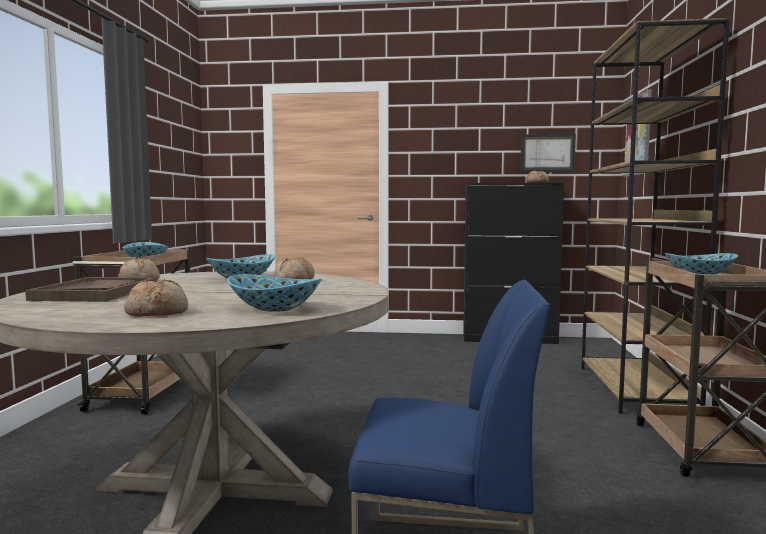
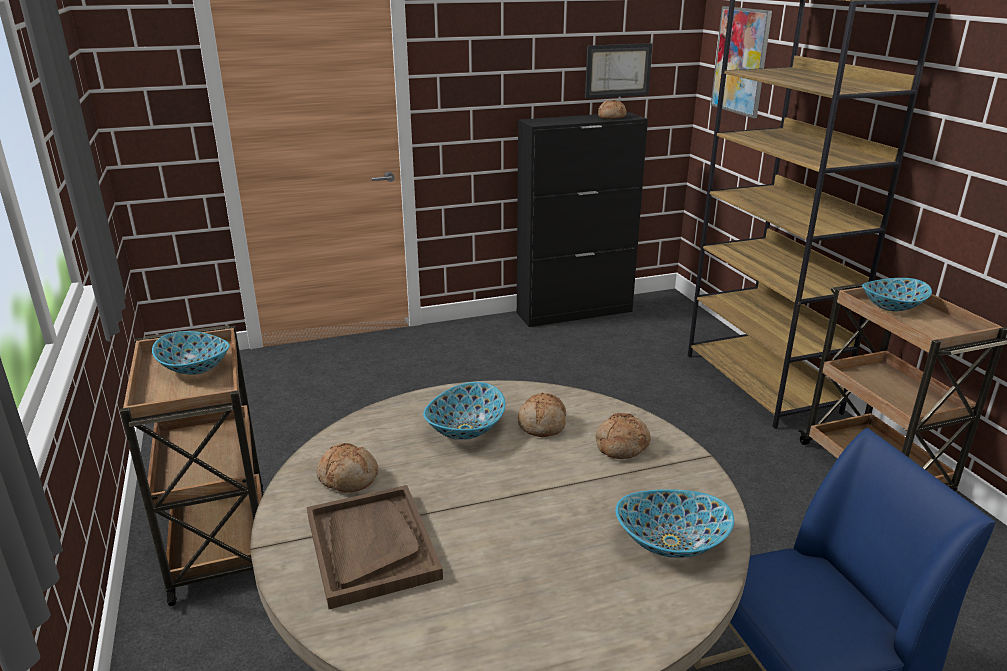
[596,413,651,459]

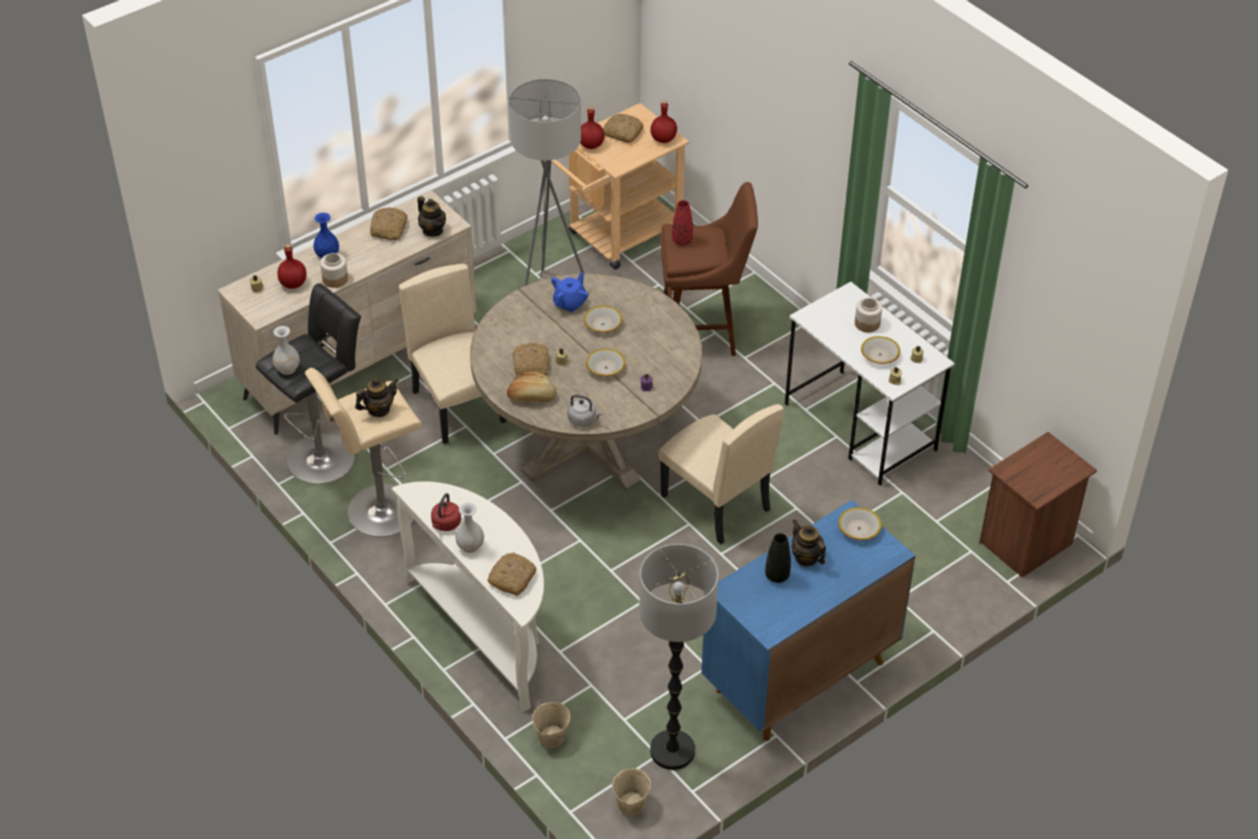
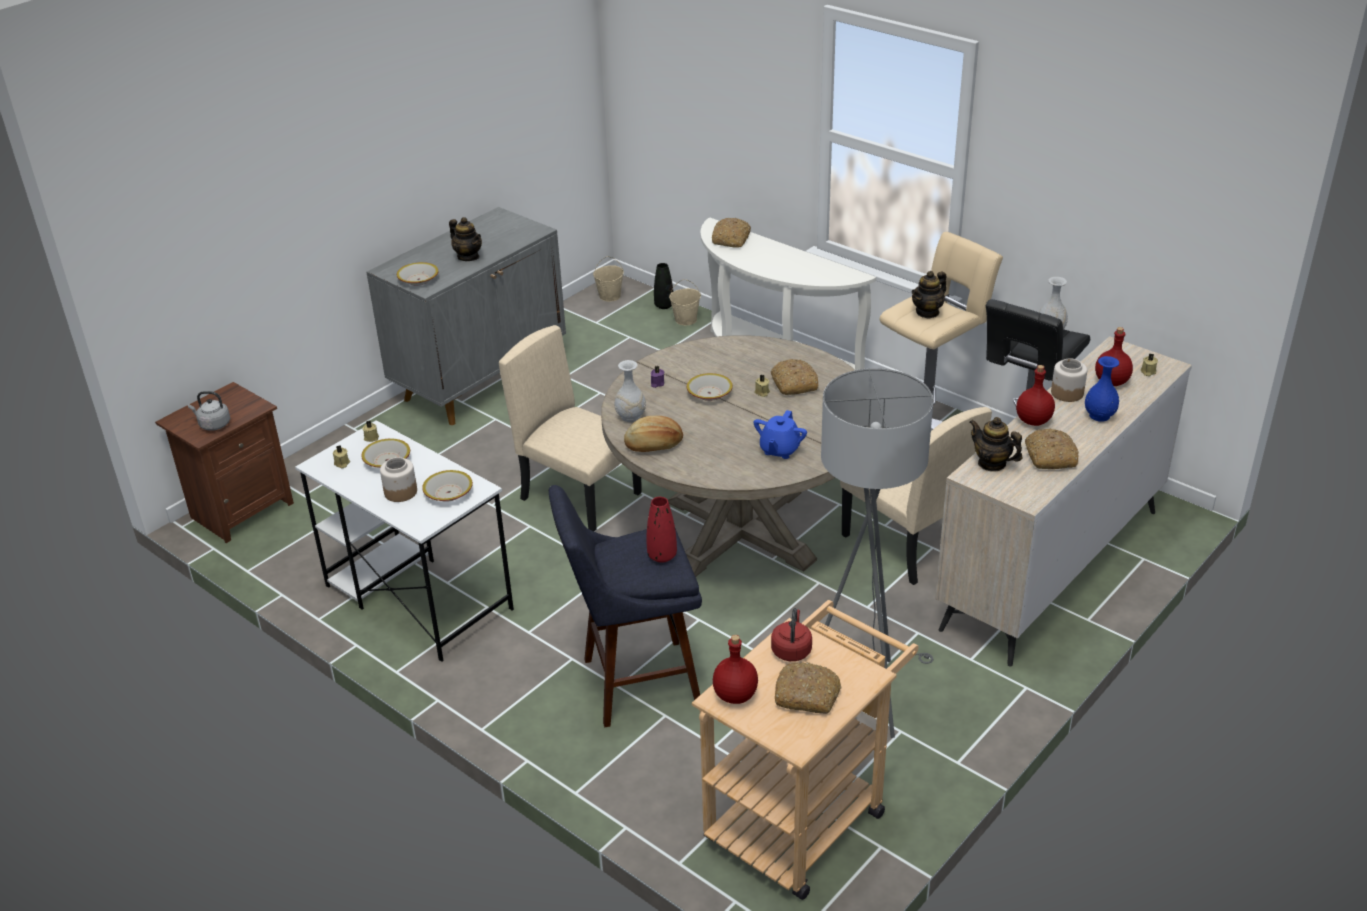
[639,544,718,770] (first image)
[771,608,812,661]
[614,360,646,422]
[624,416,683,452]
[188,391,230,431]
[1016,365,1055,426]
[422,470,473,502]
[654,263,673,309]
[549,485,702,728]
[366,207,566,425]

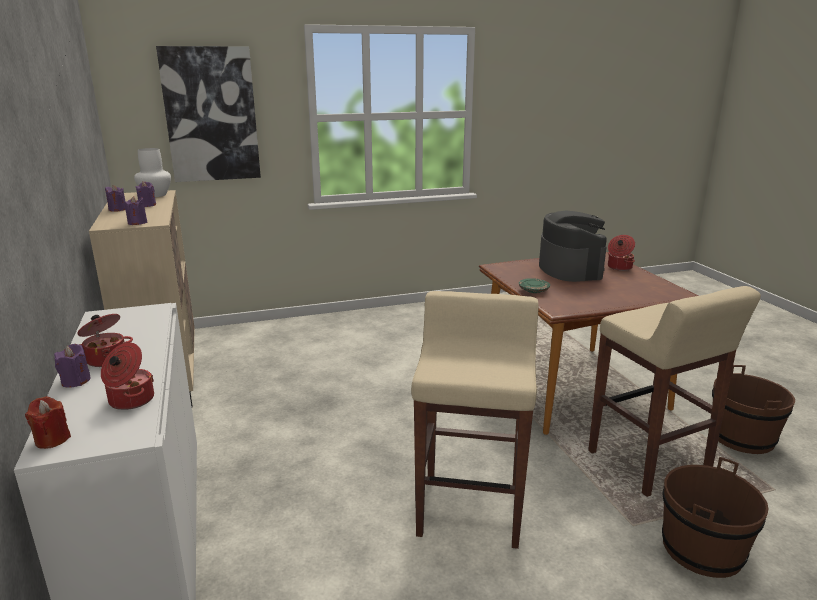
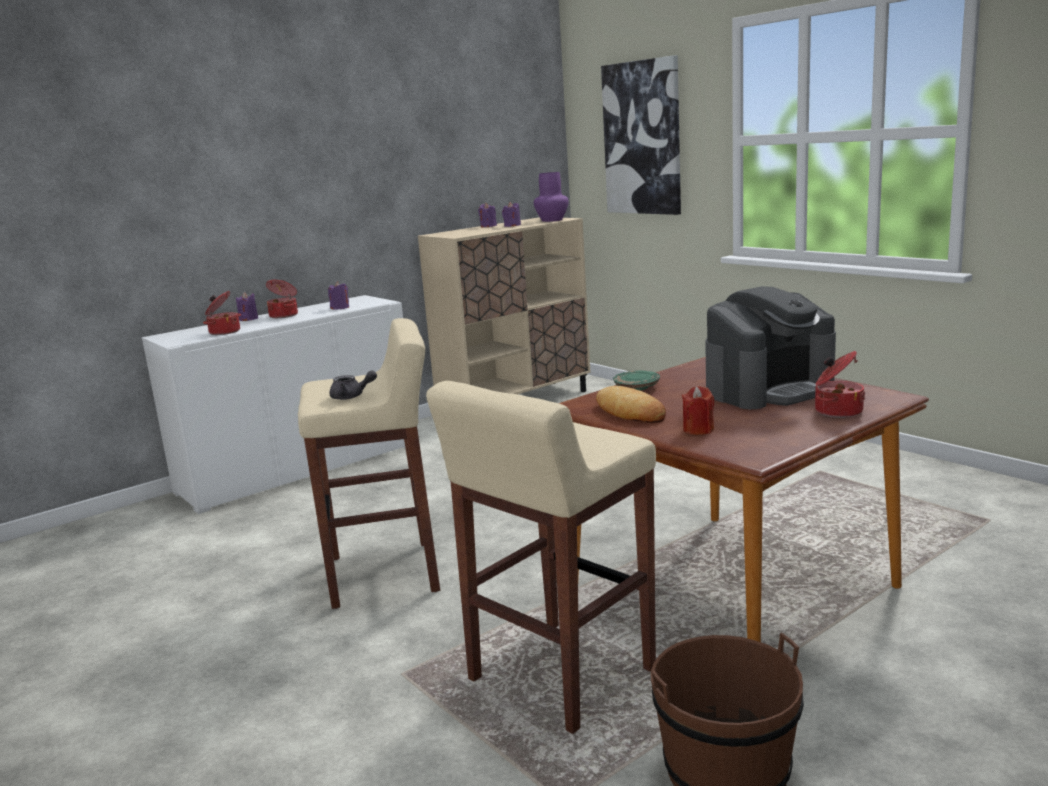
[662,457,768,578] (first image)
[329,370,377,400]
[596,386,666,423]
[682,386,714,435]
[328,282,349,309]
[534,172,569,222]

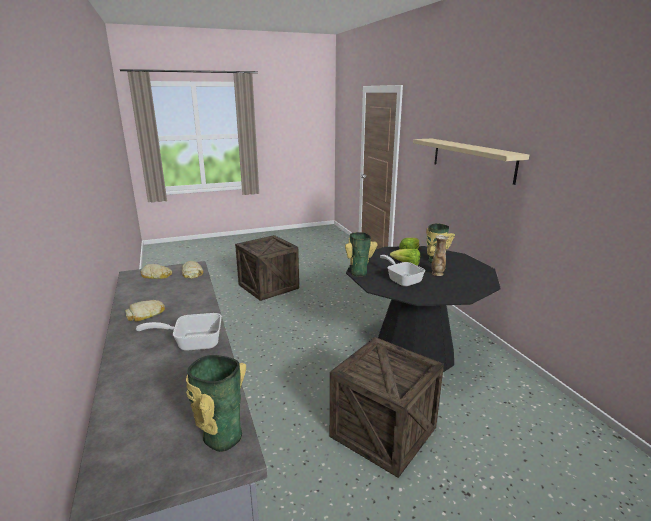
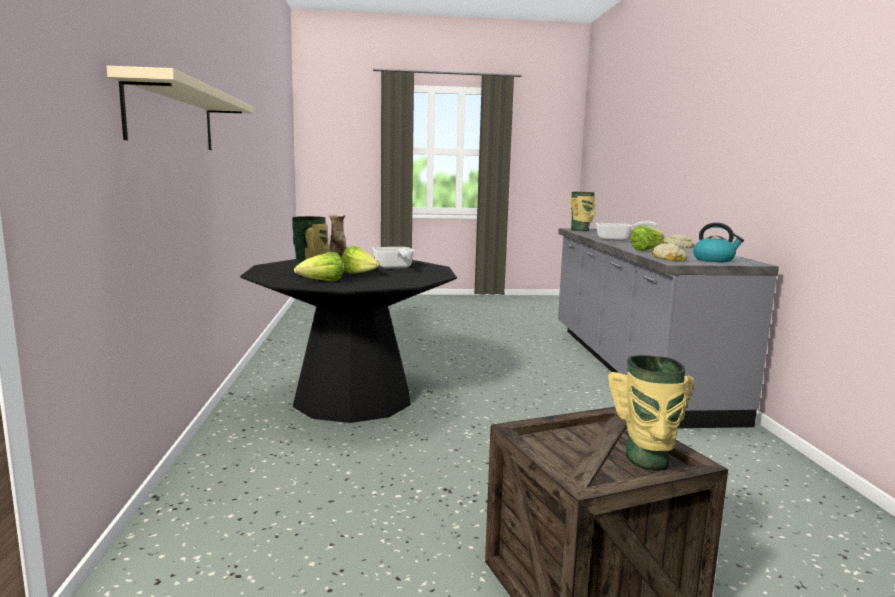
[330,337,444,478] (first image)
[630,225,664,251]
[608,355,694,471]
[693,222,744,262]

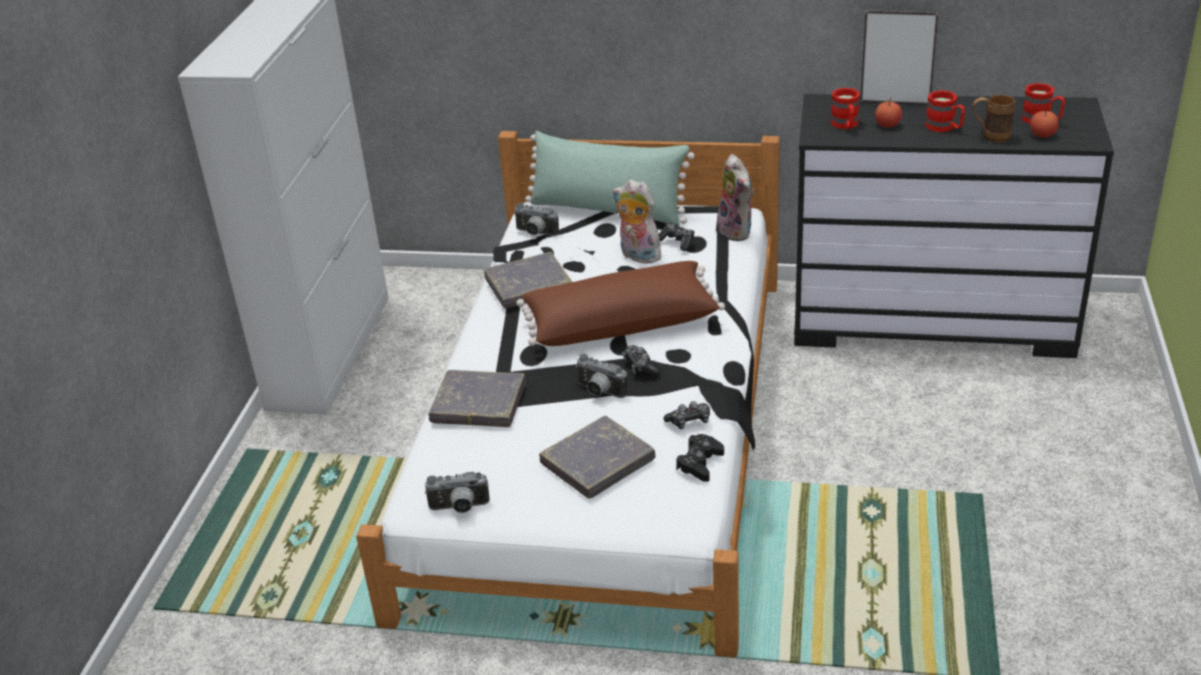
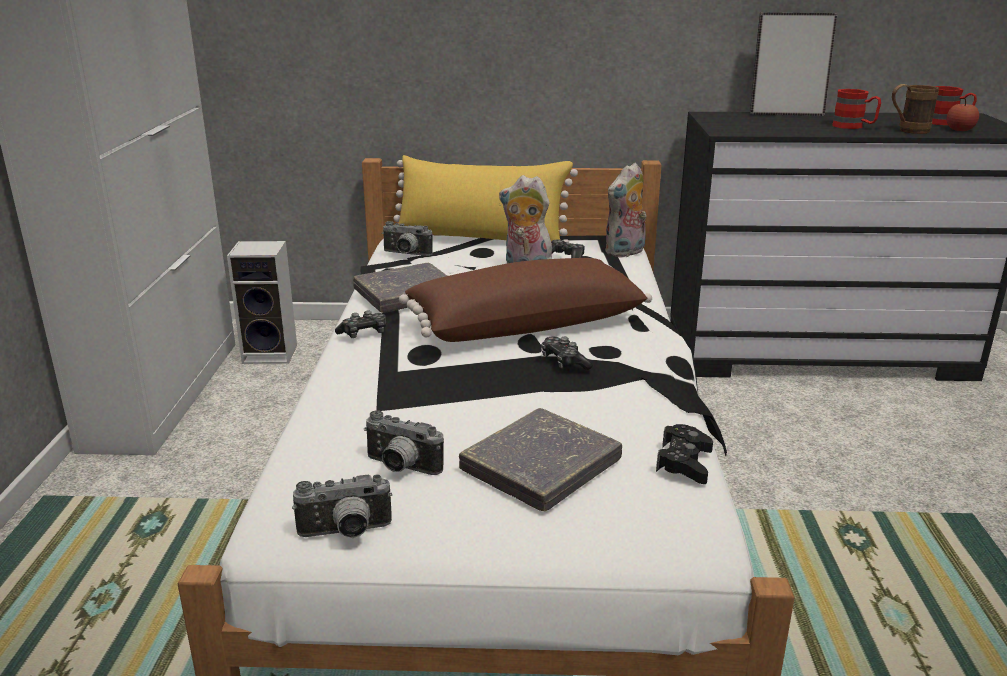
[428,370,526,427] (first image)
[831,88,860,129] (first image)
[875,97,902,128] (first image)
[227,241,297,364]
[364,410,444,475]
[335,310,386,338]
[393,155,578,243]
[606,163,647,258]

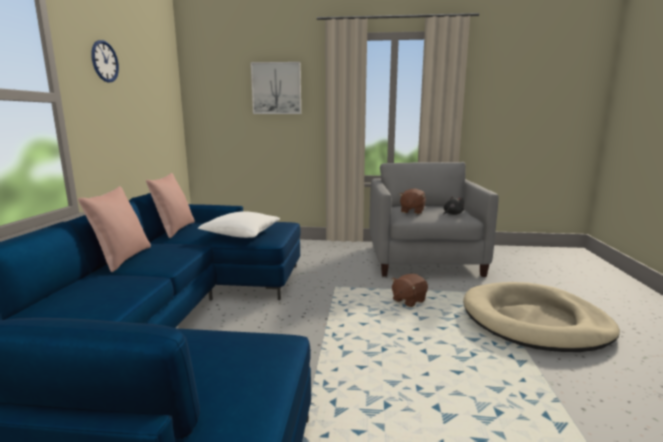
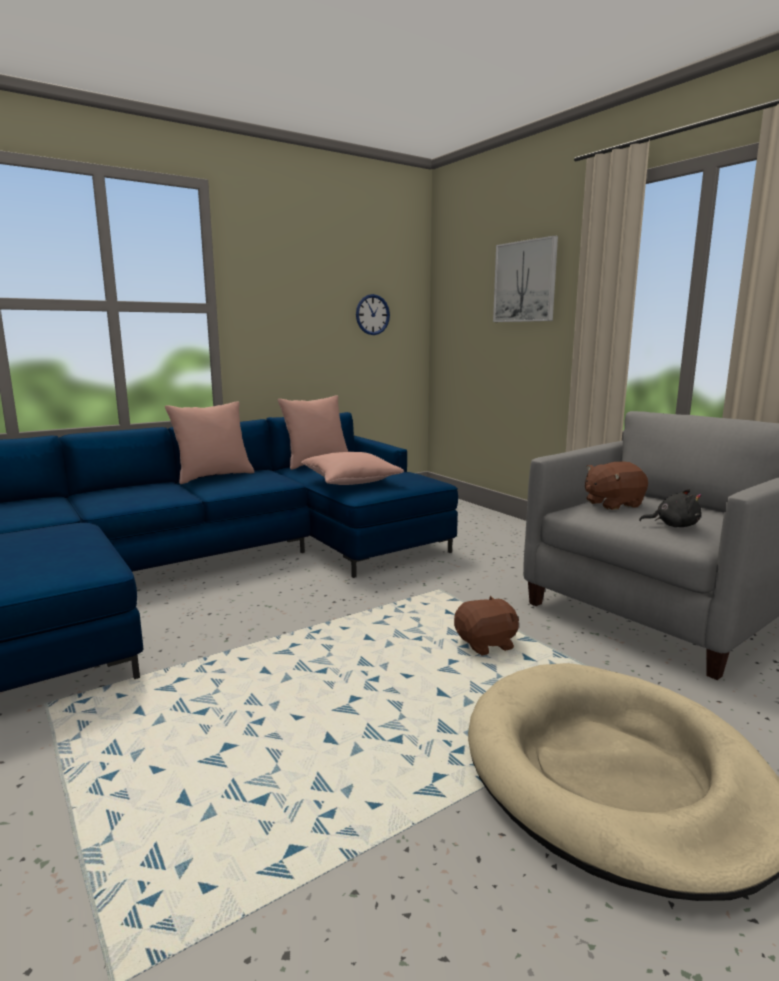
[356,294,390,335]
[301,452,404,485]
[454,595,519,655]

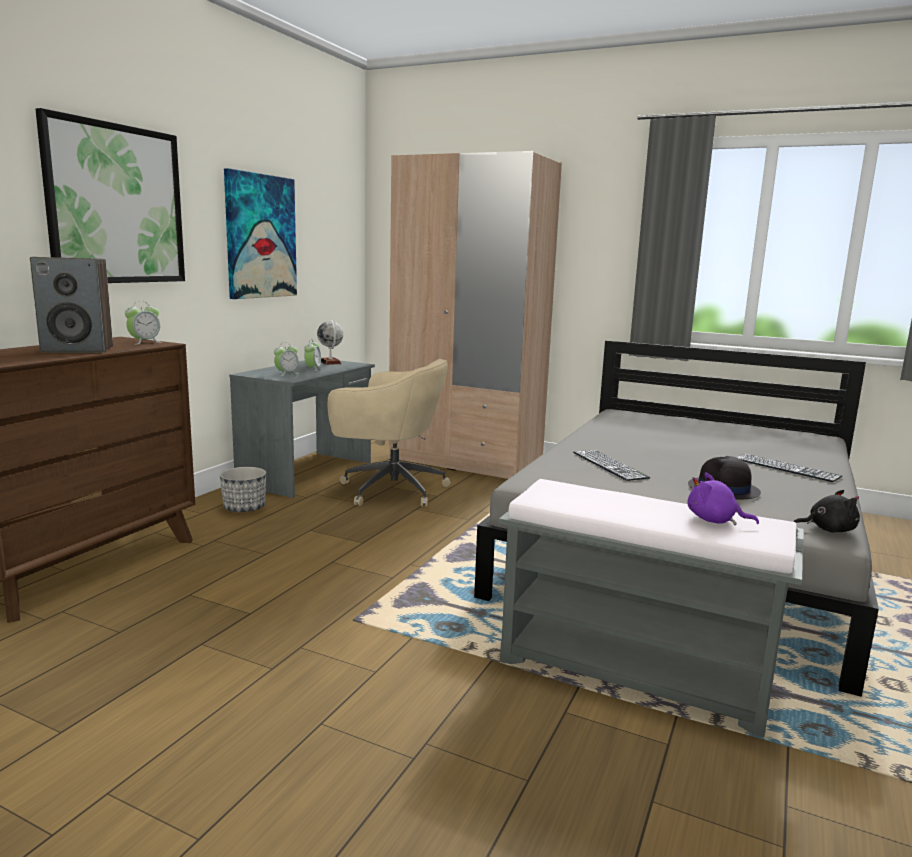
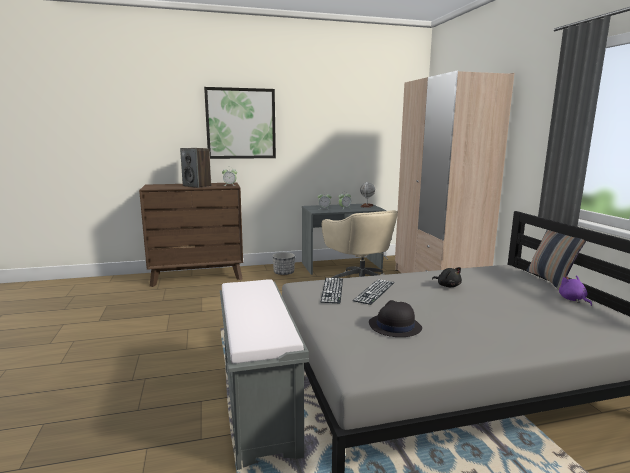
[224,168,297,299] (first image)
[527,230,586,290]
[559,275,592,306]
[321,278,343,303]
[432,267,462,287]

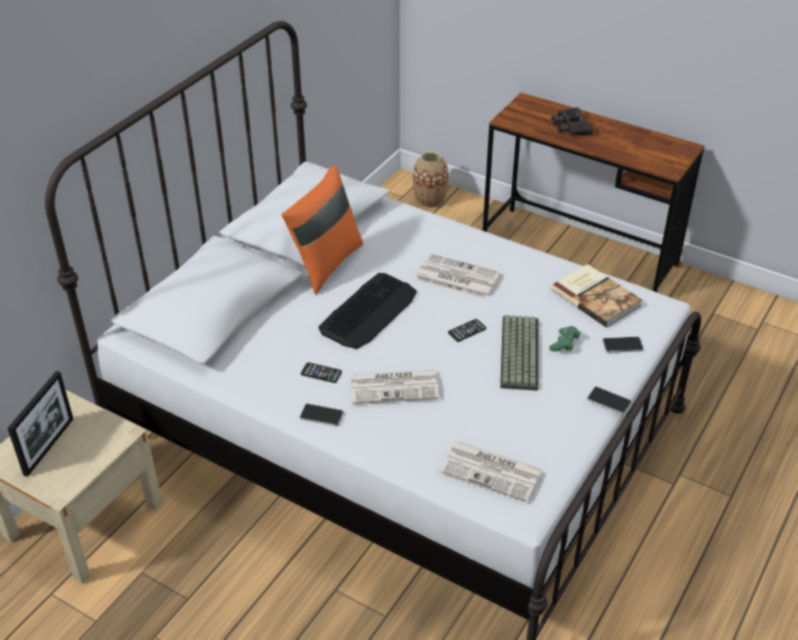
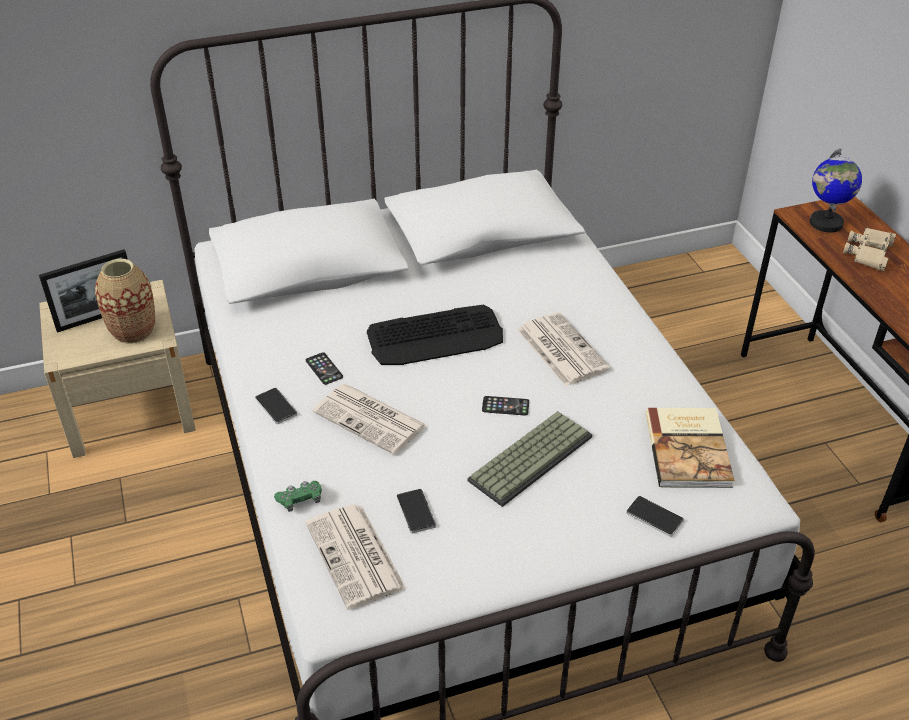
[281,166,363,294] (first image)
[810,149,862,233]
[95,259,155,344]
[274,481,322,512]
[397,489,436,534]
[843,227,896,271]

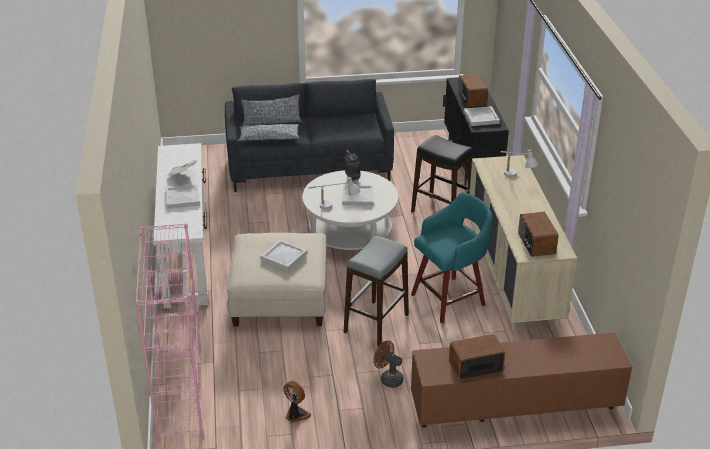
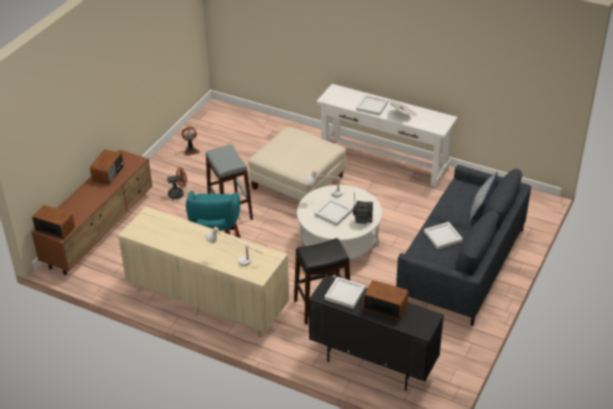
[135,223,204,442] (first image)
[237,124,301,142] (first image)
[424,222,463,250]
[32,205,75,240]

